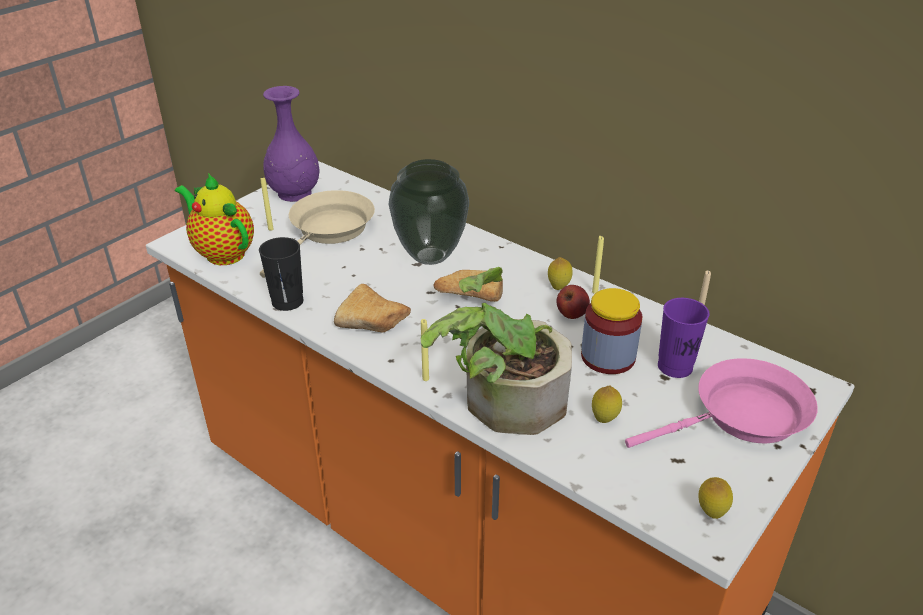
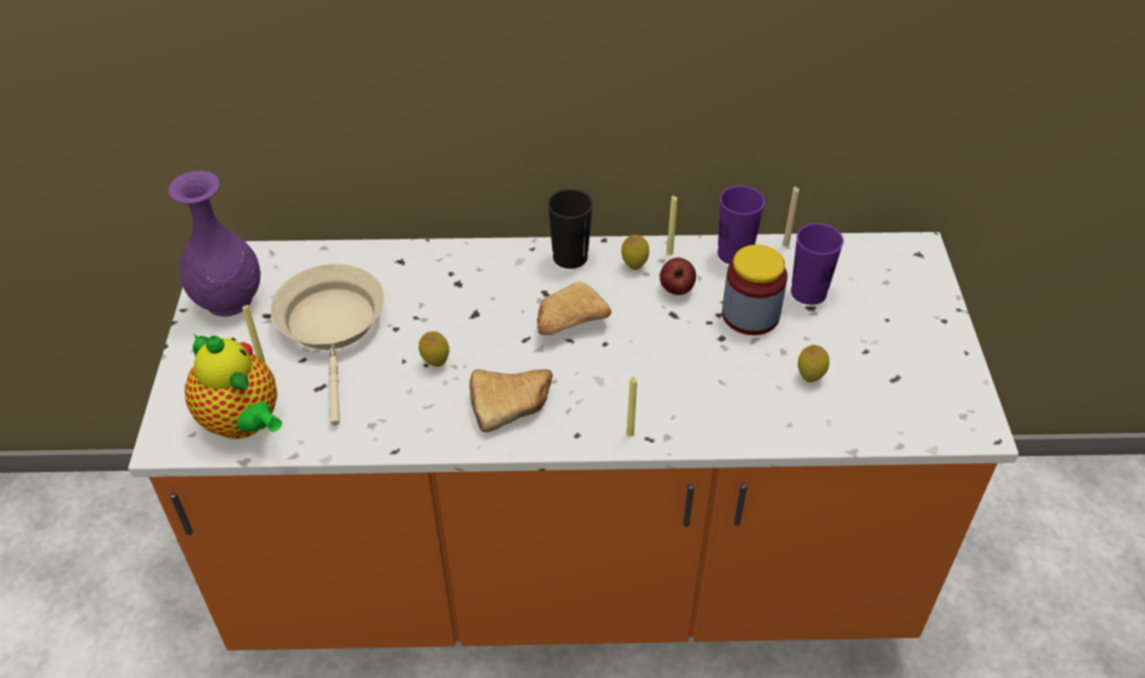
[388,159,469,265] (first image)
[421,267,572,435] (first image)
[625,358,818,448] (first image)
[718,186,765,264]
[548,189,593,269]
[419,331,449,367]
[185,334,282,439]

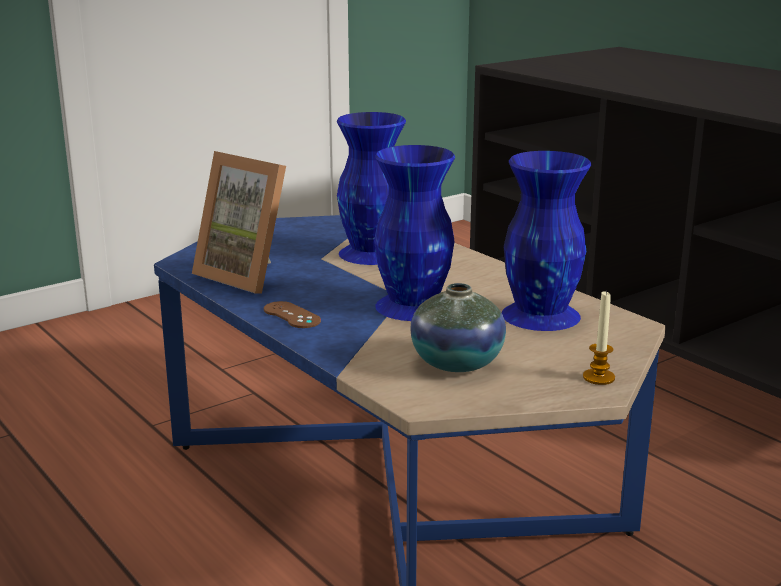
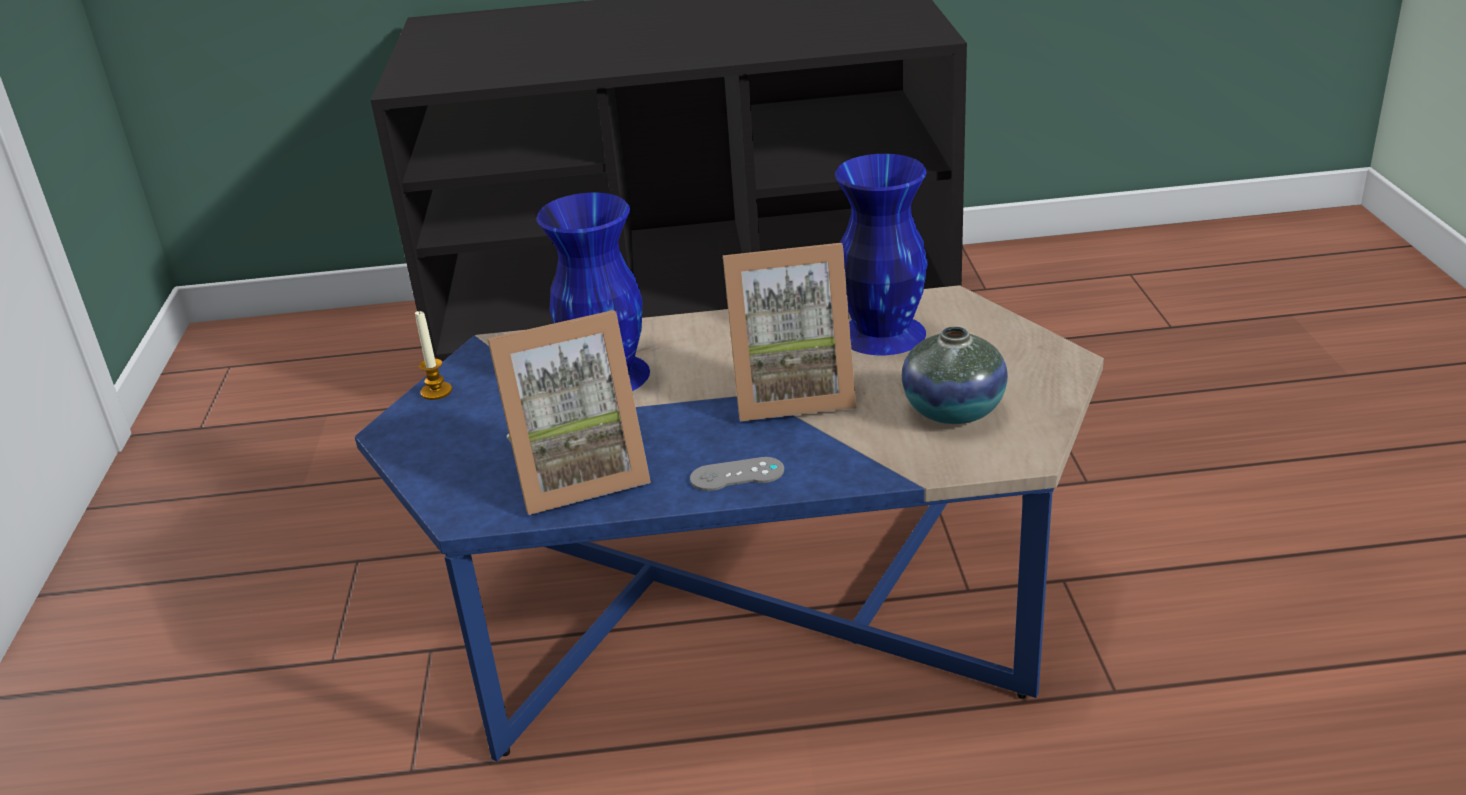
[415,311,452,400]
[723,243,856,421]
[690,457,784,491]

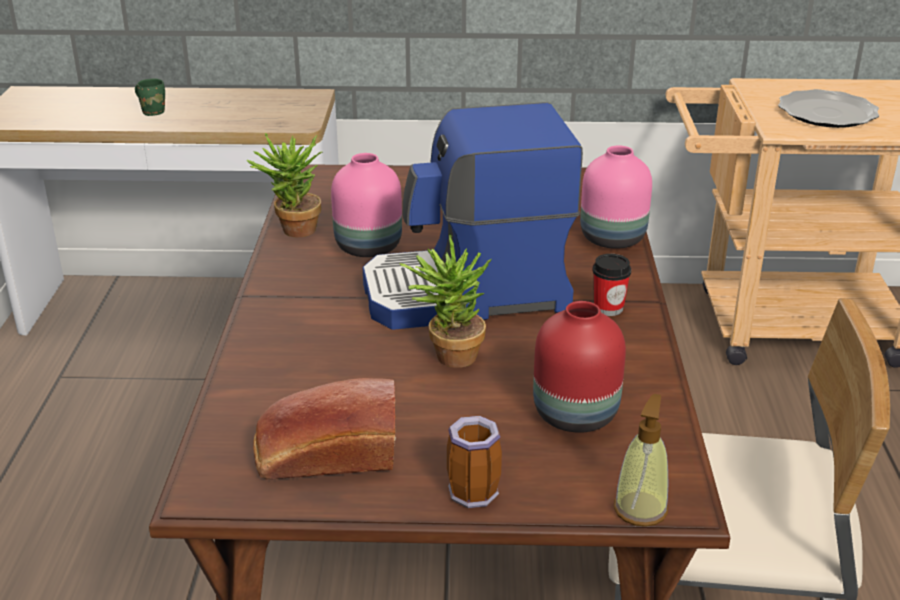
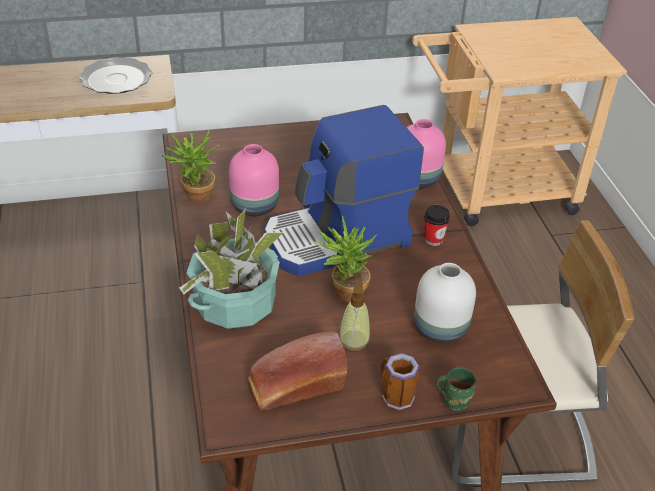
[179,209,285,329]
[436,367,476,411]
[339,277,370,352]
[79,57,152,94]
[414,263,476,344]

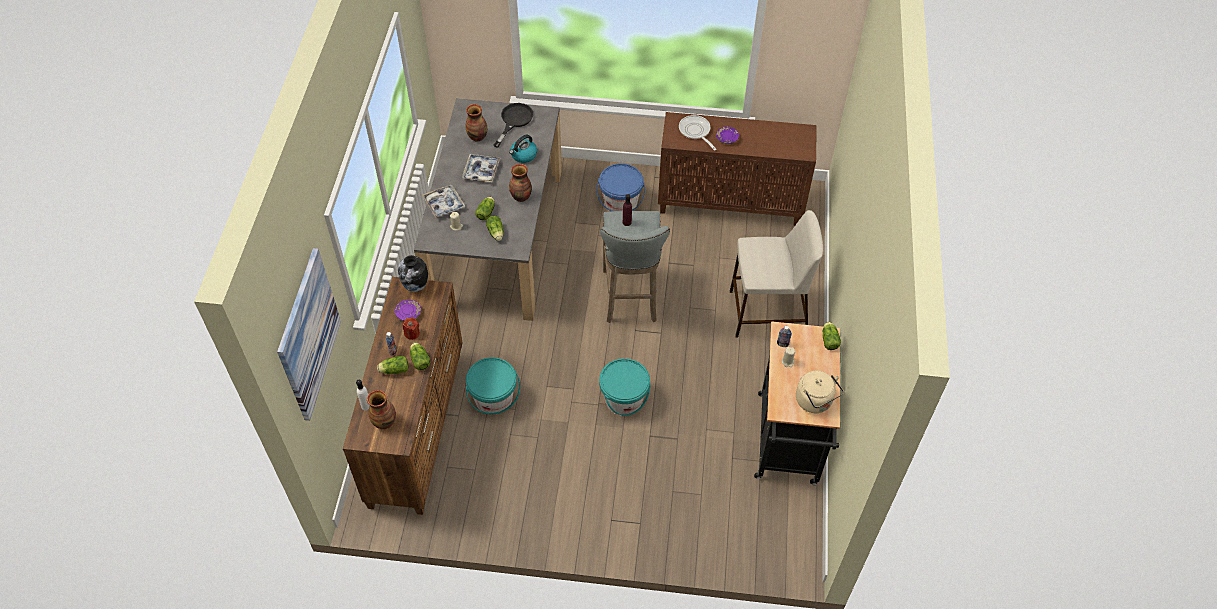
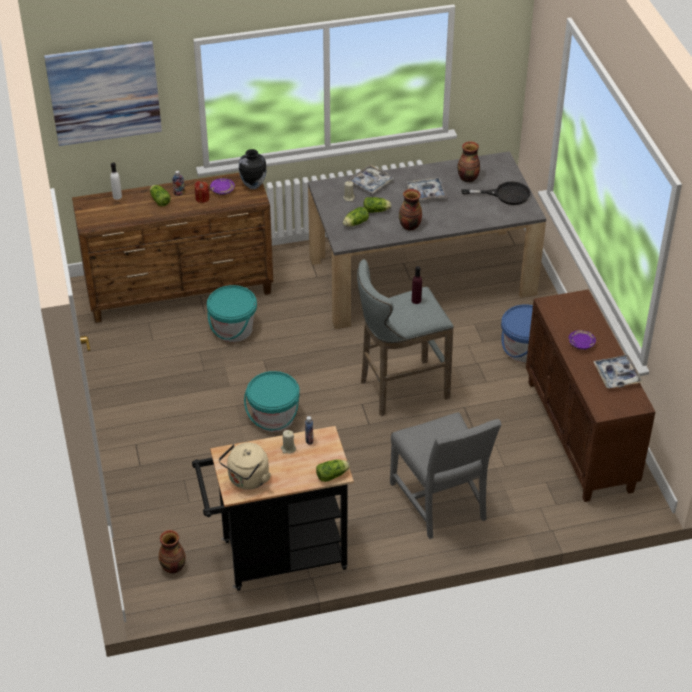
[410,342,430,370] (first image)
[509,135,537,163] (first image)
[679,115,717,151] (first image)
[593,355,643,389]
[159,530,186,573]
[390,412,502,539]

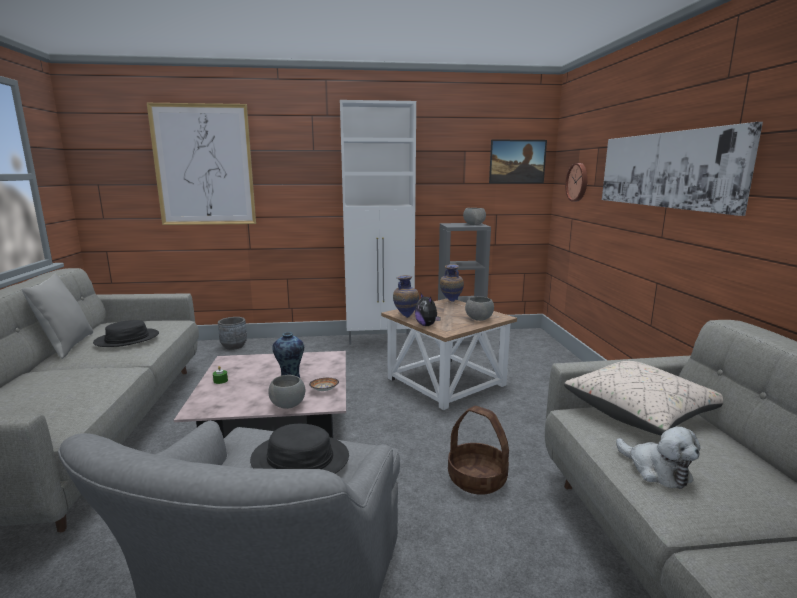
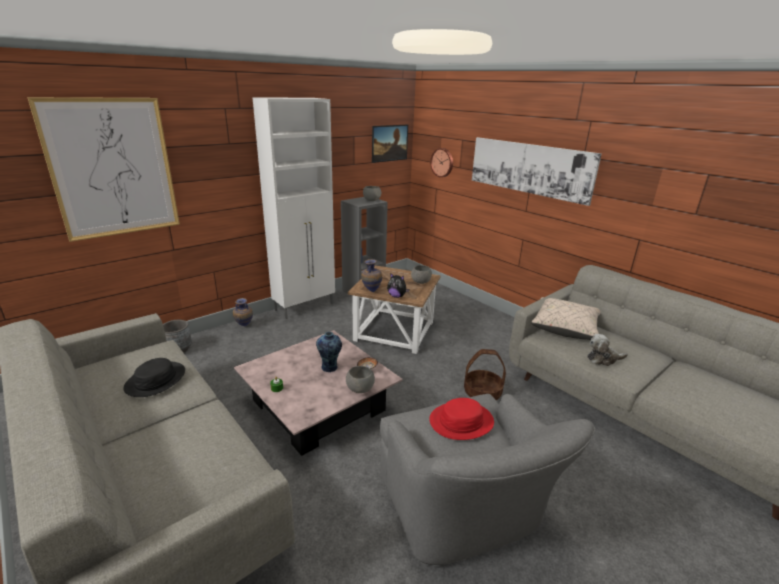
[21,274,93,359] (first image)
[233,298,253,326]
[430,398,494,440]
[587,334,628,366]

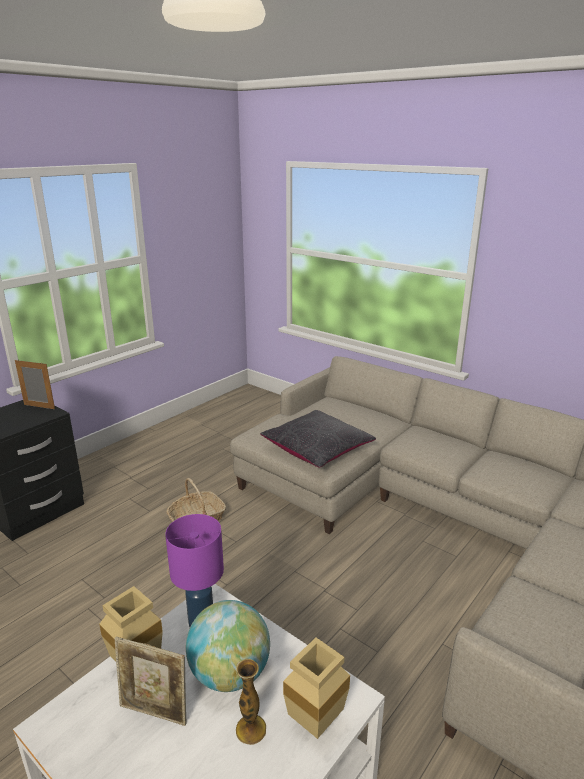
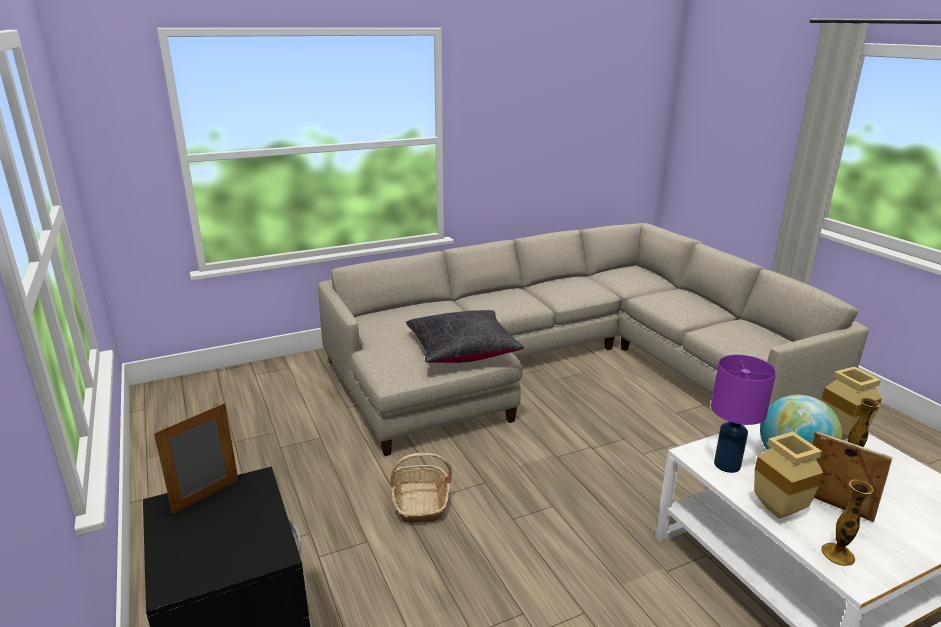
[821,480,874,566]
[812,431,892,522]

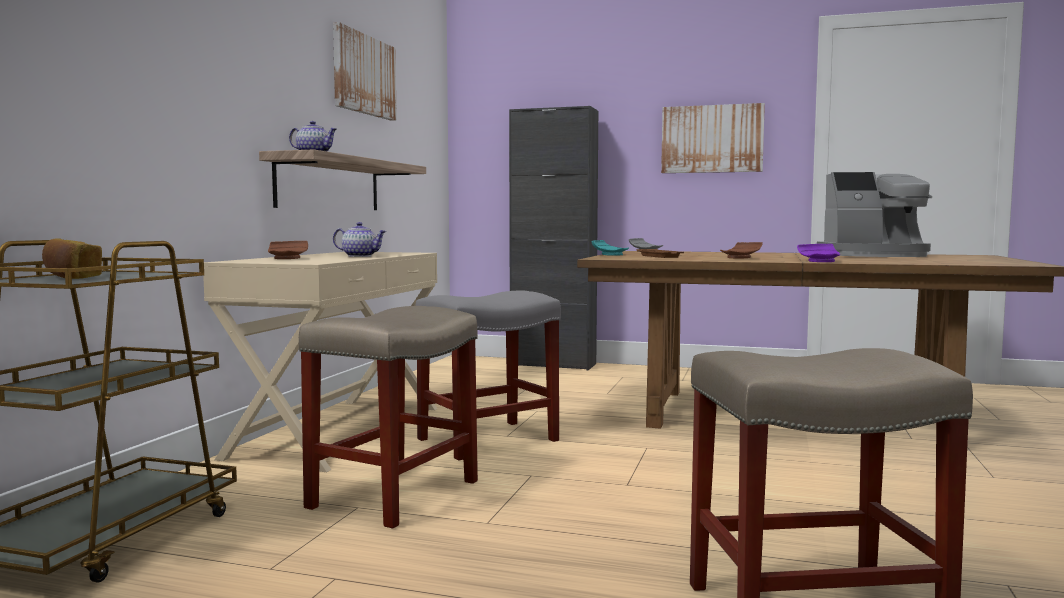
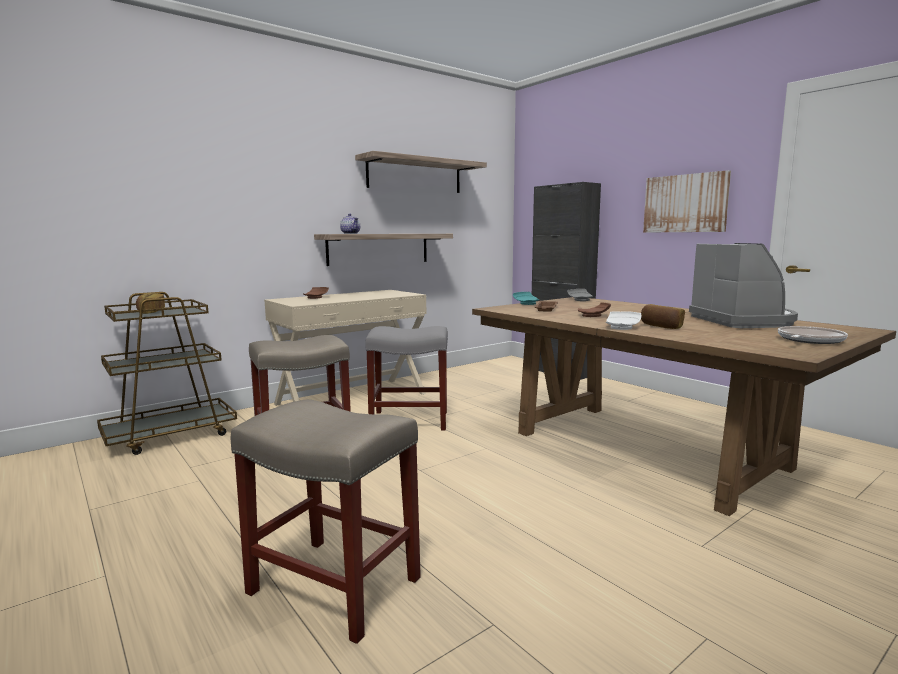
[333,222,387,257] (first image)
[641,304,685,329]
[778,326,848,344]
[355,151,487,193]
[606,311,641,330]
[689,243,798,328]

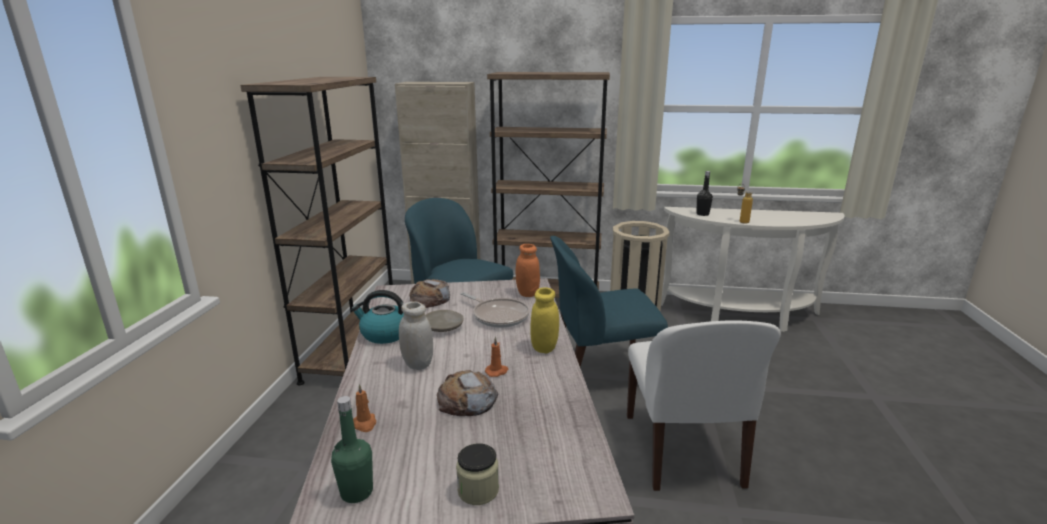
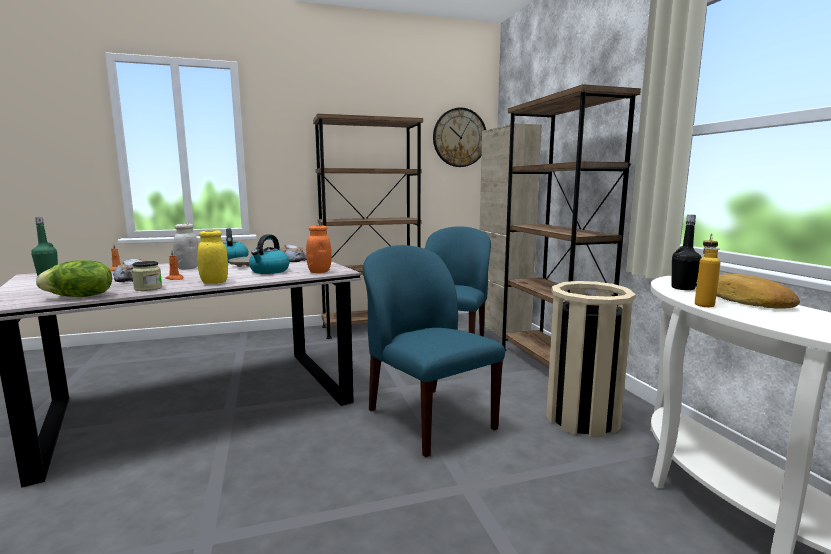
[627,320,781,491] (first image)
[36,260,112,297]
[433,107,486,167]
[716,274,800,309]
[132,261,162,291]
[249,234,290,274]

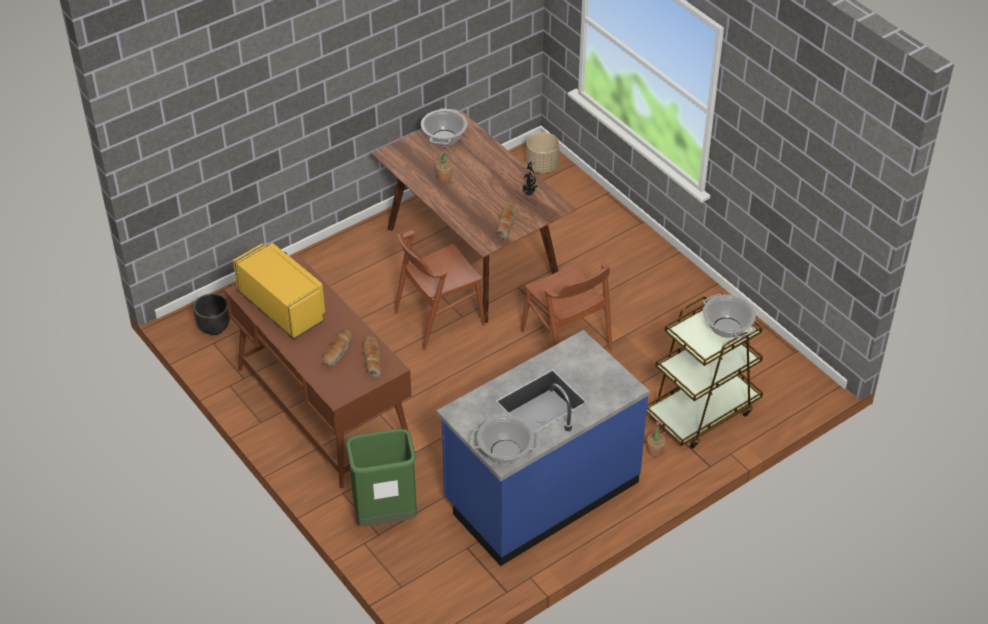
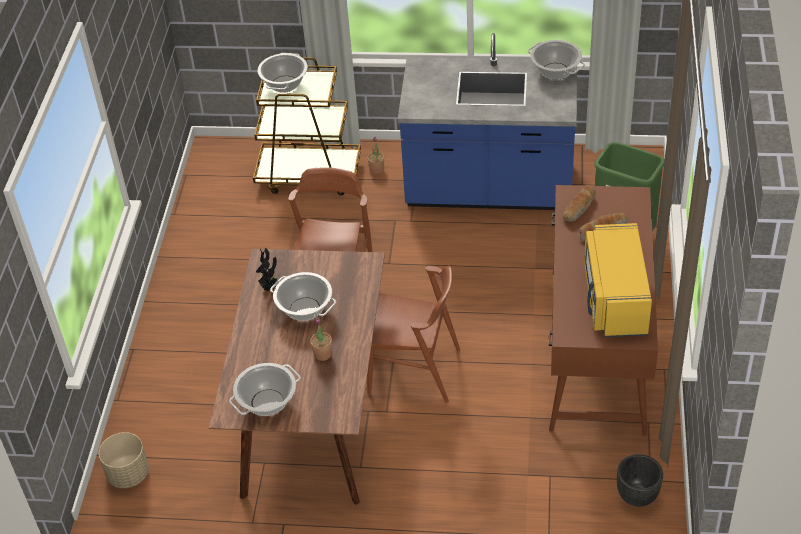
[497,203,517,239] (first image)
[270,272,336,321]

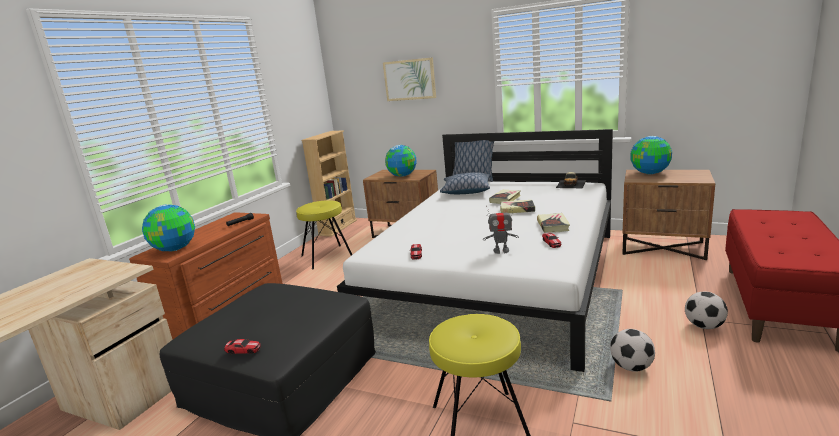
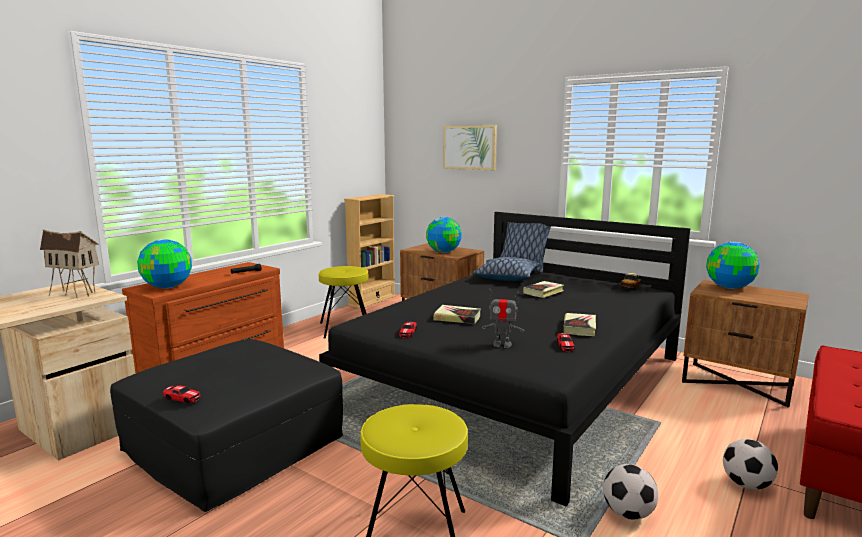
[40,229,99,298]
[433,305,481,324]
[319,212,690,507]

